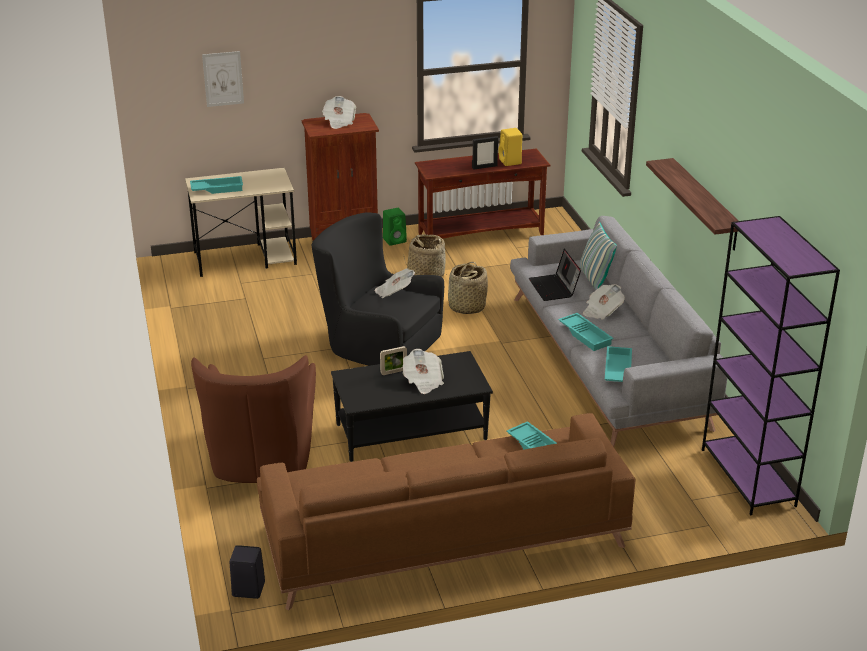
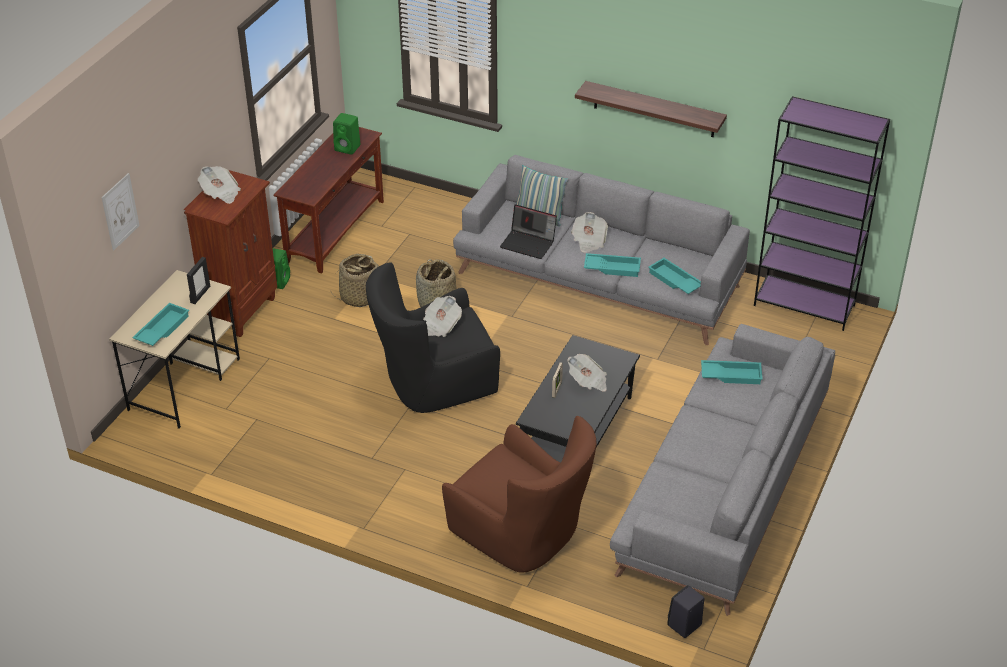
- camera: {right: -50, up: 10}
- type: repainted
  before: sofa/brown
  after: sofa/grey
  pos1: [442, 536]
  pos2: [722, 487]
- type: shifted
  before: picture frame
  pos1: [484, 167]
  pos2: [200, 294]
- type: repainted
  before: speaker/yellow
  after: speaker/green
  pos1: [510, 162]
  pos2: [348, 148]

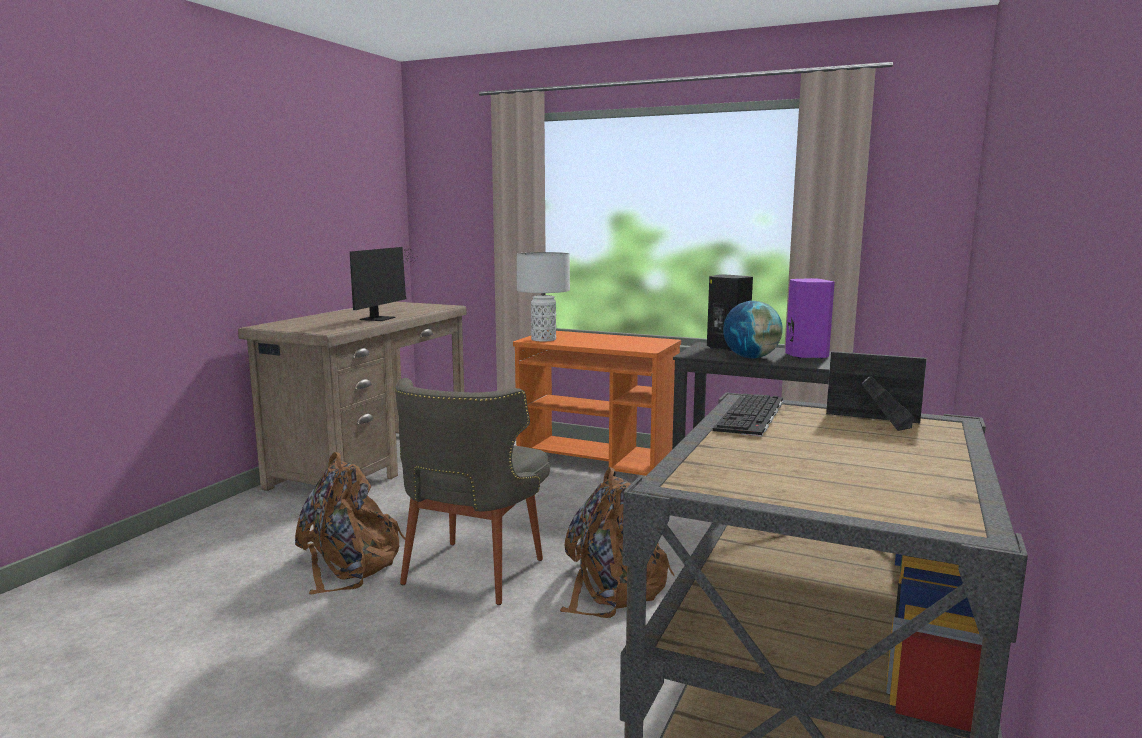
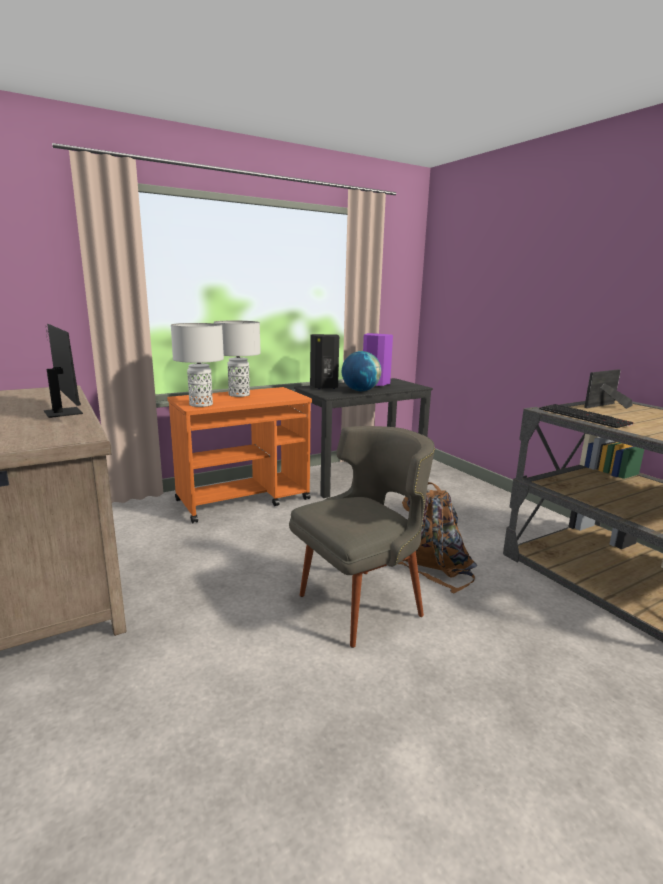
- camera: {right: -55, up: 5}
- type: gone
  before: backpack/brown
  pos1: [349, 563]
- type: rotated
  before: chair/grey
  pos1: [474, 572]
  pos2: [359, 606]
  turn: -90
- type: new
  after: table lamp/white
  pos2: [239, 394]

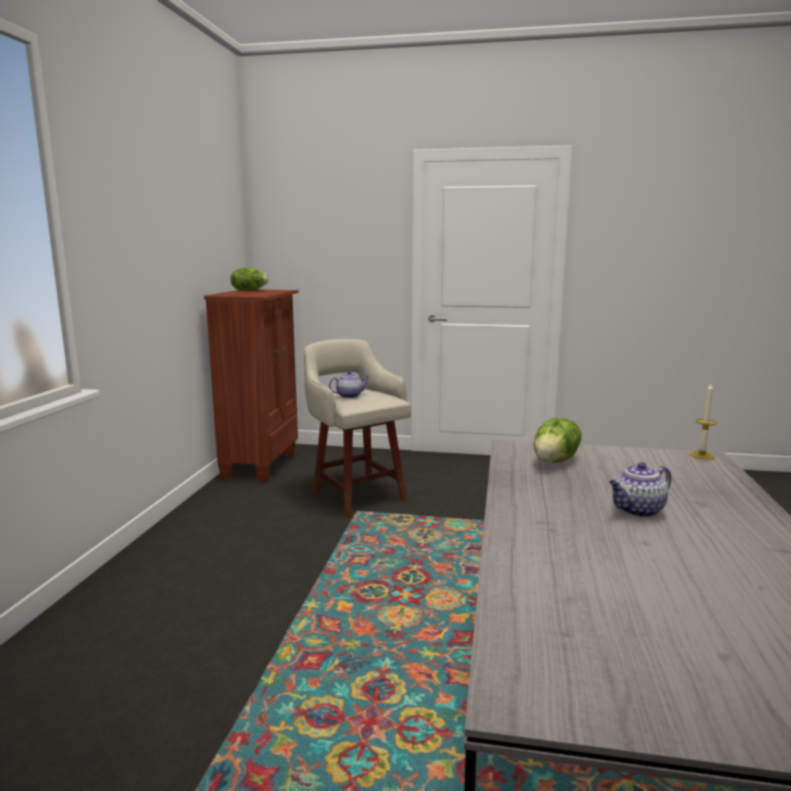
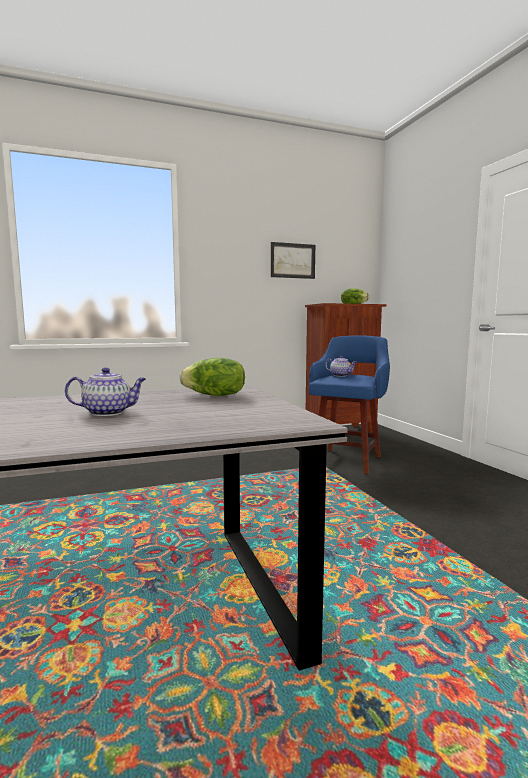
- camera: {right: 60, up: -5}
- type: repainted
  before: stool/beige
  after: stool/blue
  pos1: [357, 495]
  pos2: [348, 460]
- type: rotated
  before: teapot
  pos1: [637, 510]
  pos2: [109, 412]
  turn: 135
- type: gone
  before: candle
  pos1: [702, 455]
- type: new
  after: picture
  pos2: [293, 260]

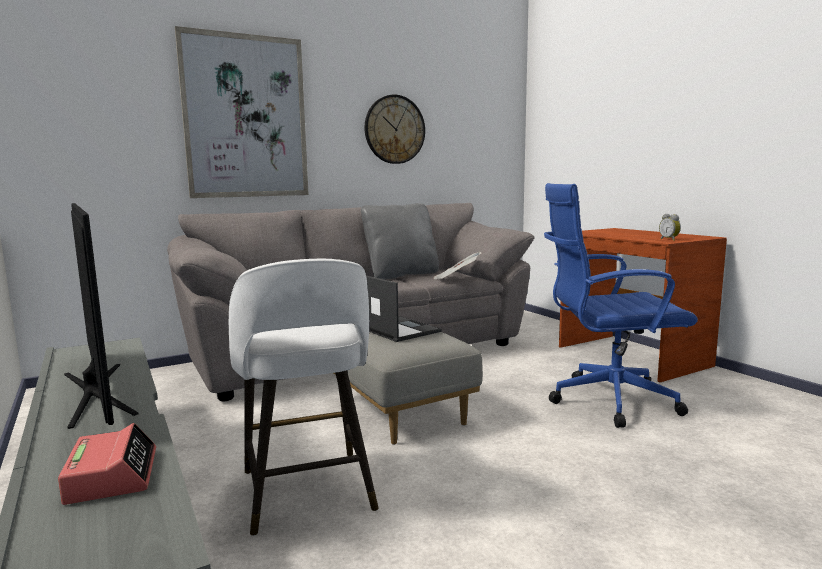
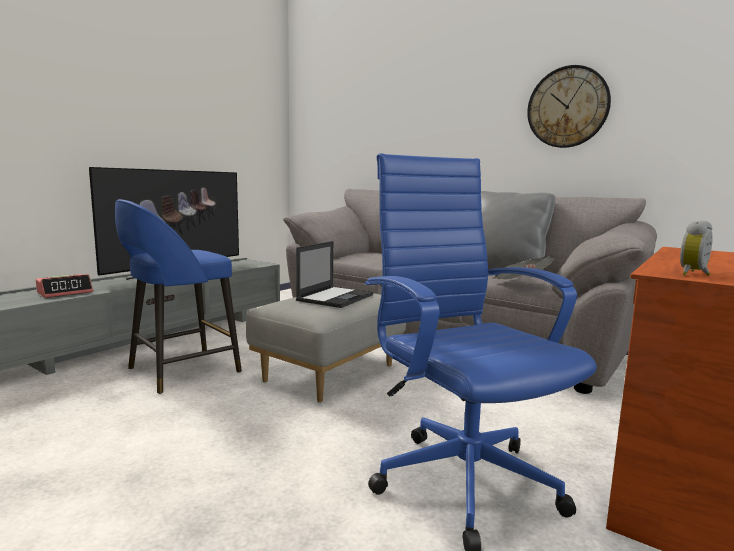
- camera: {right: 65, up: 0}
- type: gone
  before: picture
  pos1: [245, 117]
- type: repainted
  before: stool/white
  after: stool/blue
  pos1: [308, 493]
  pos2: [180, 371]

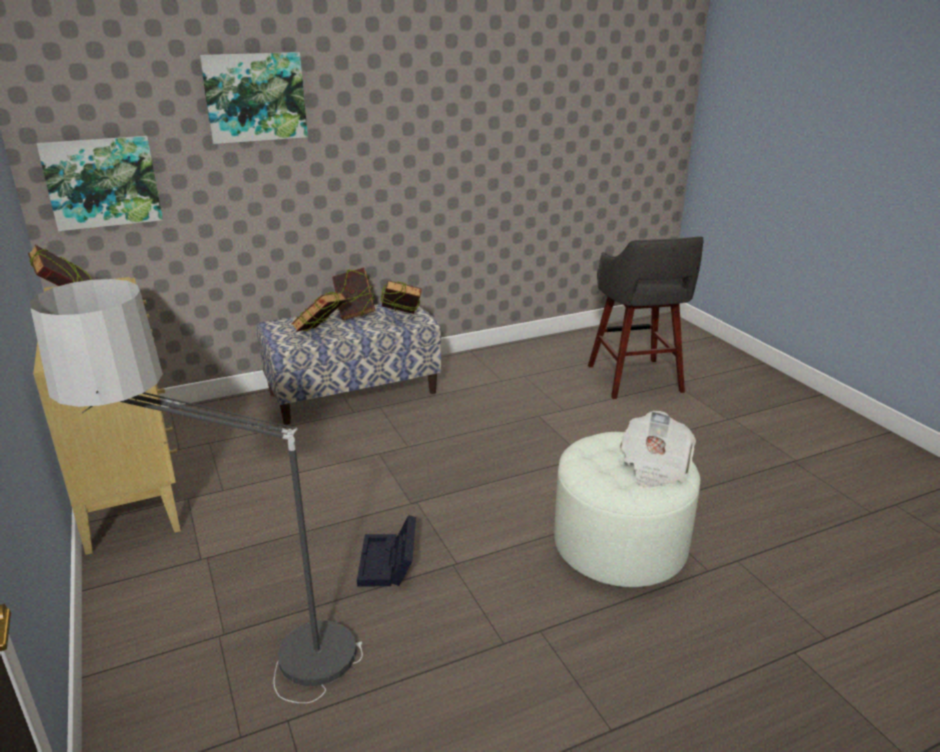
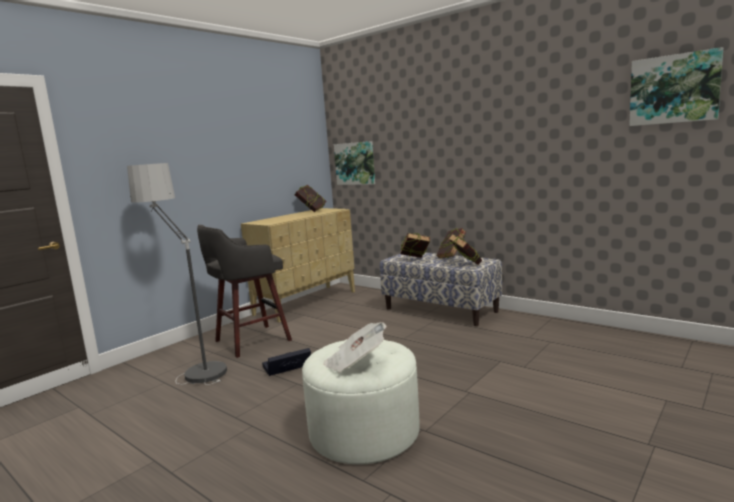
- camera: {right: 65, up: -15}
- type: shifted
  before: picture
  pos1: [255, 97]
  pos2: [674, 89]
- type: shifted
  before: stool/grey
  pos1: [635, 380]
  pos2: [250, 341]

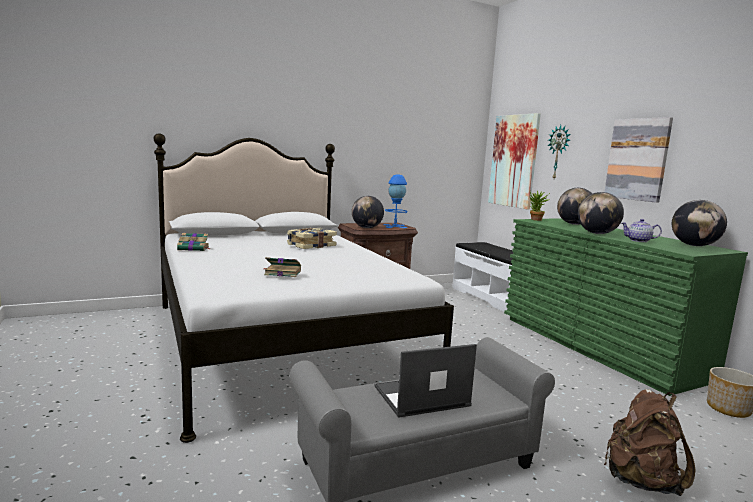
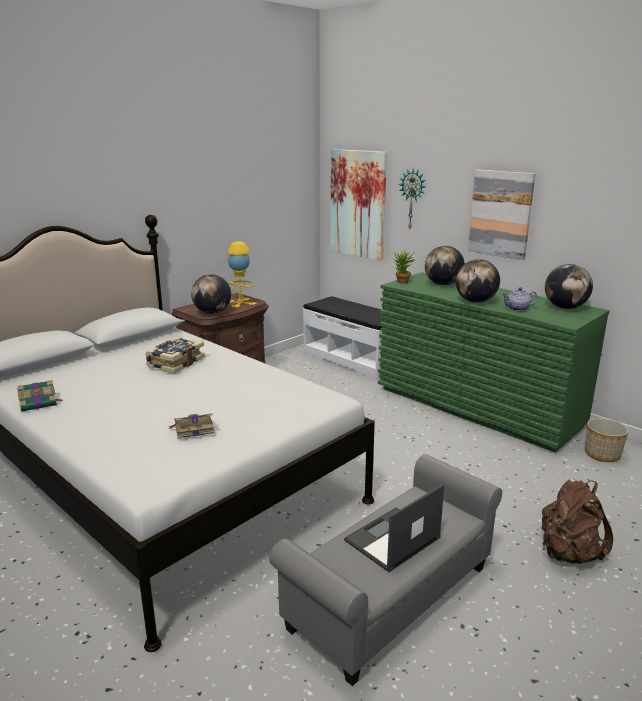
- camera: {right: -20, up: 10}
- type: repainted
  before: table lamp/blue
  after: table lamp/yellow
  pos1: [395, 226]
  pos2: [241, 302]

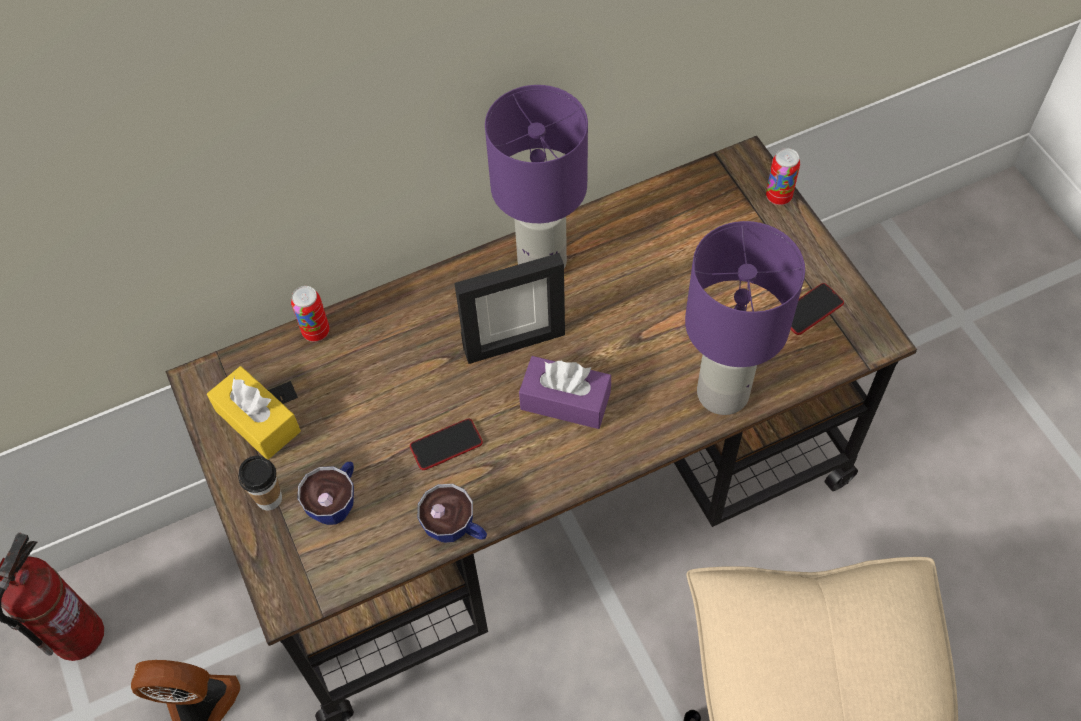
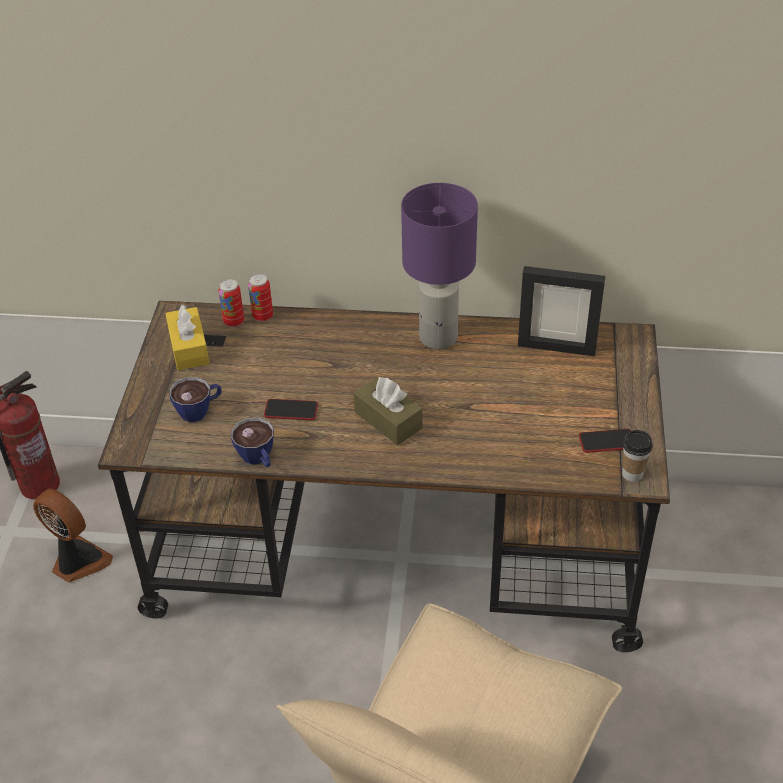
- camera: {right: 30, up: -15}
- type: shifted
  before: cup
  pos1: [269, 498]
  pos2: [632, 474]
- type: shifted
  before: picture frame
  pos1: [514, 342]
  pos2: [556, 346]
- type: repainted
  before: tissue box/purple
  after: tissue box/brown
  pos1: [565, 401]
  pos2: [388, 420]
- type: gone
  before: table lamp/purple
  pos1: [721, 392]
- type: shifted
  before: can
  pos1: [778, 196]
  pos2: [234, 322]

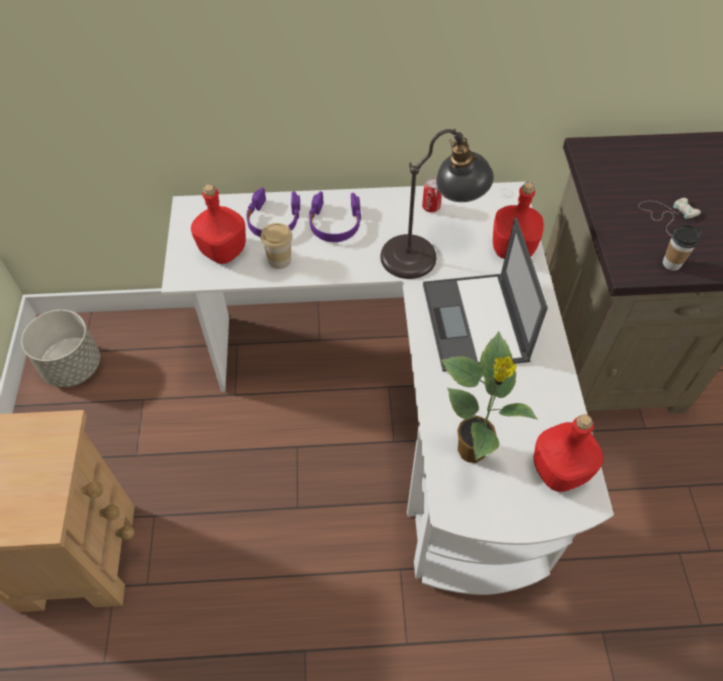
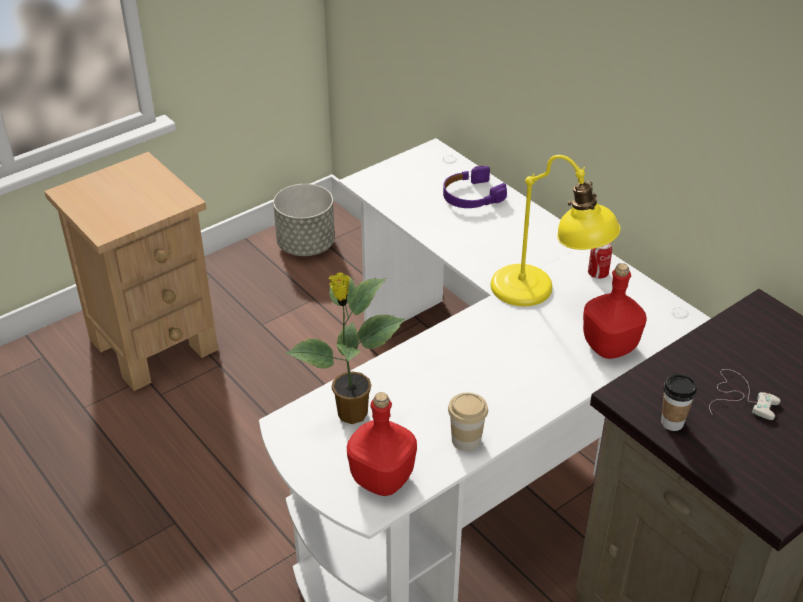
- camera: {right: 55, up: -15}
- type: gone
  before: bottle/red
  pos1: [223, 251]
- type: shifted
  before: cup
  pos1: [279, 260]
  pos2: [466, 440]
- type: gone
  before: headphones/purple
  pos1: [335, 223]
- type: repainted
  before: table lamp/grey
  after: table lamp/yellow
  pos1: [429, 247]
  pos2: [547, 294]
- type: gone
  before: laptop
  pos1: [475, 323]

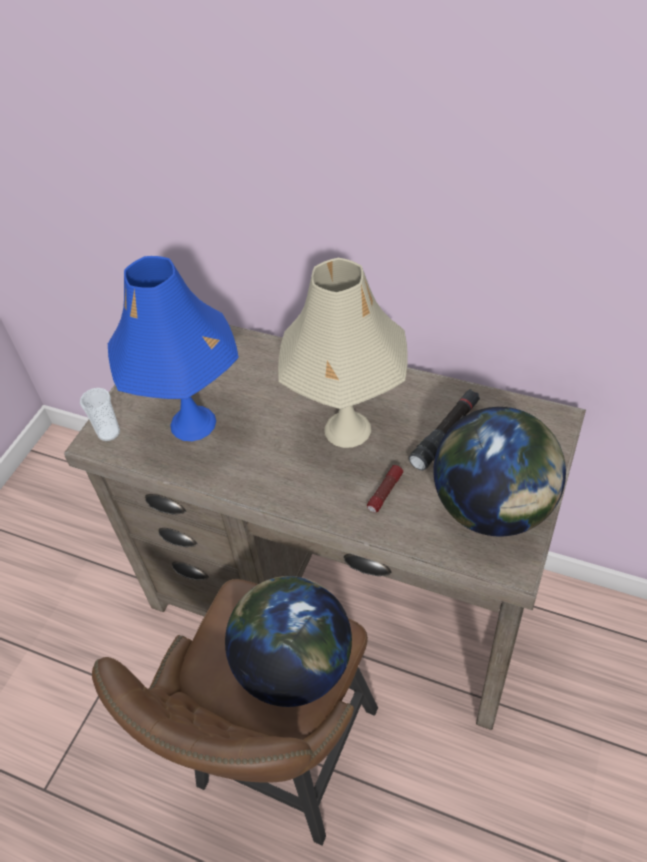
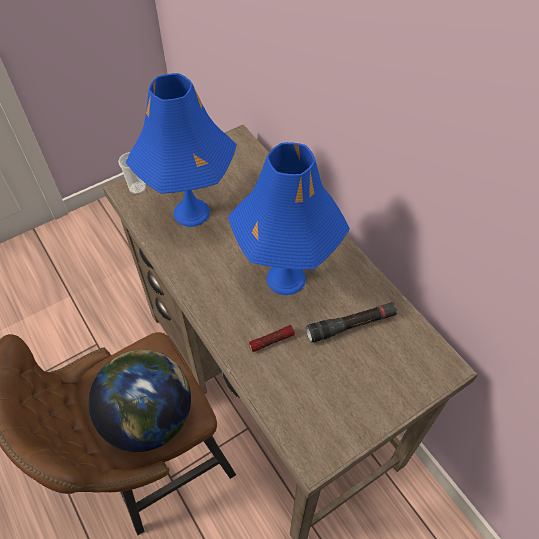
- camera: {right: 30, up: 5}
- type: repainted
  before: table lamp/beige
  after: table lamp/blue
  pos1: [347, 429]
  pos2: [285, 278]
- type: gone
  before: globe
  pos1: [493, 508]

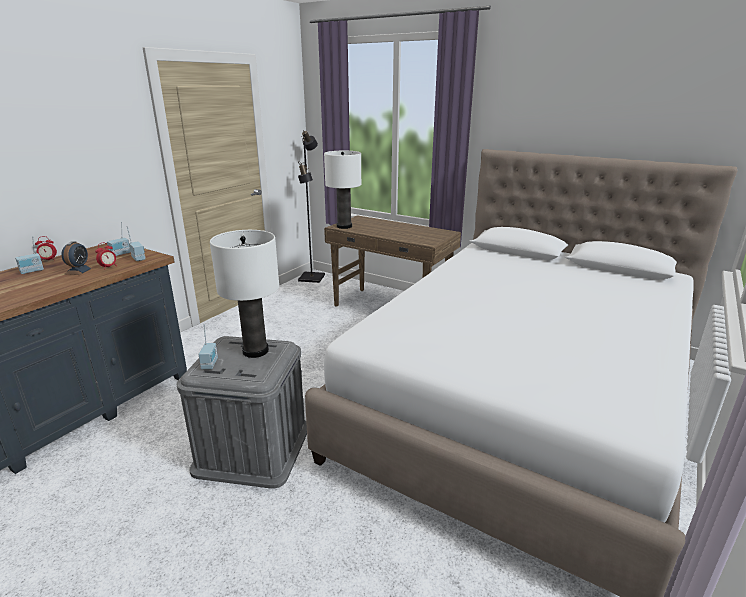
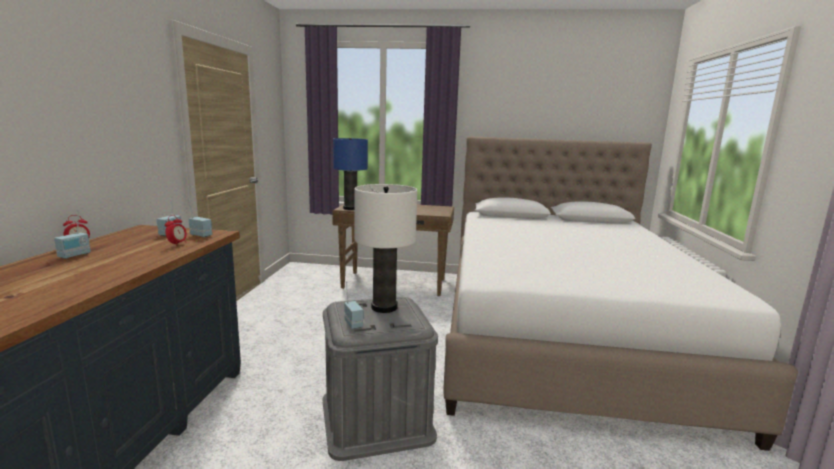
- camera: {right: -25, up: -10}
- type: gone
  before: alarm clock
  pos1: [79, 270]
- type: gone
  before: floor lamp/black
  pos1: [311, 278]
- type: repainted
  before: table lamp/white
  after: table lamp/blue
  pos1: [344, 226]
  pos2: [350, 208]

